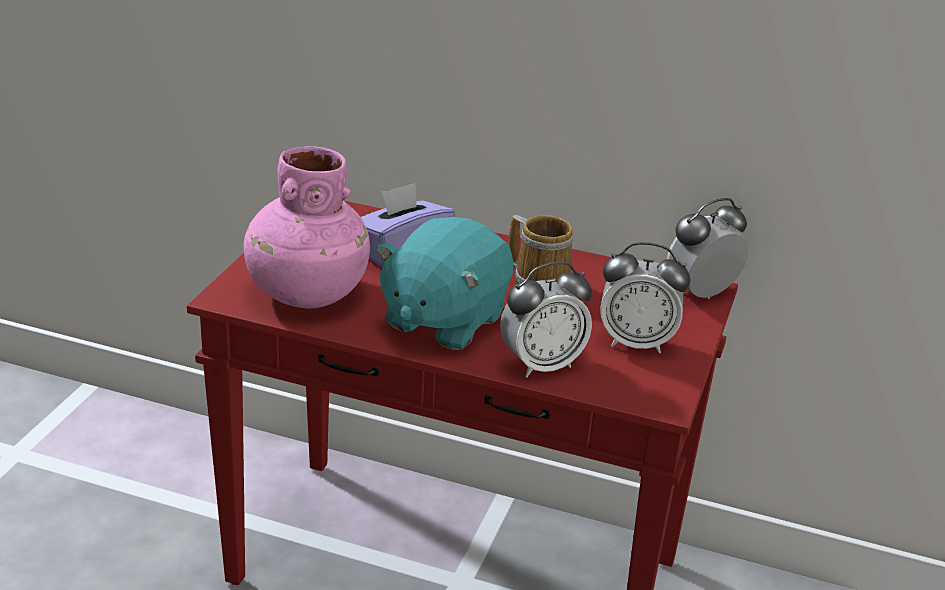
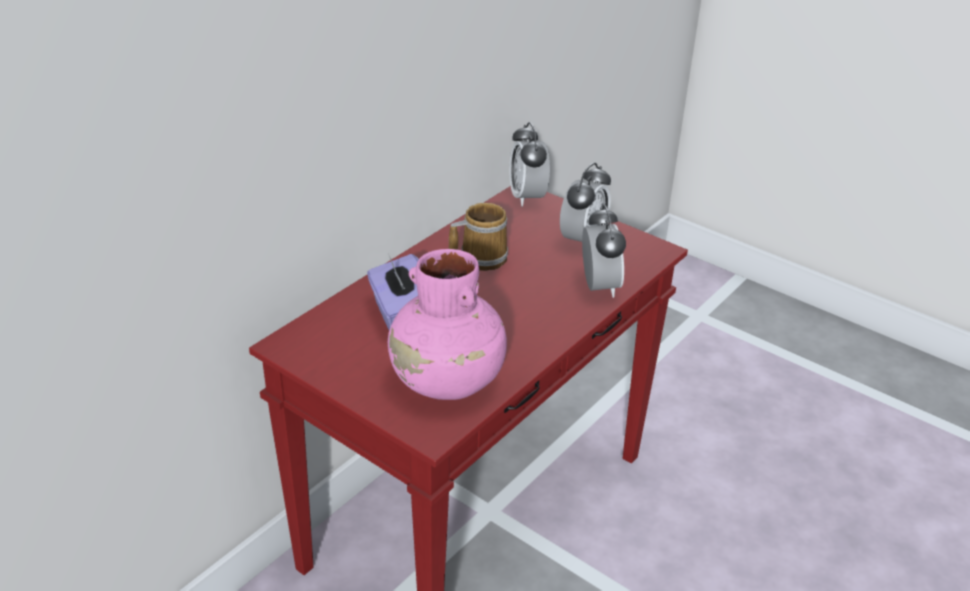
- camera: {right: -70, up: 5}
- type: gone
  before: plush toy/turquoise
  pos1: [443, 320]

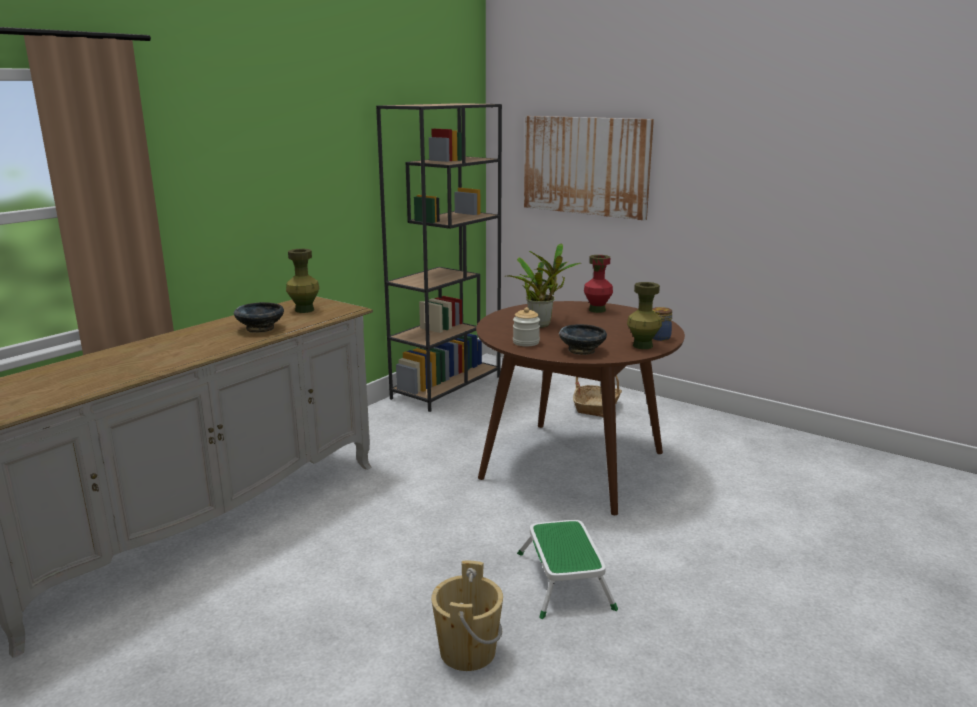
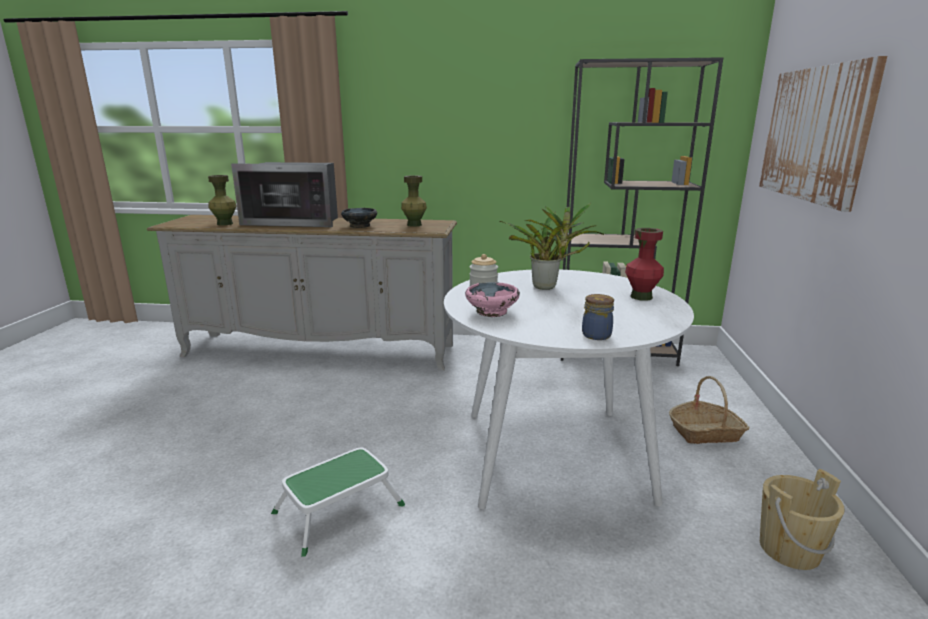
- camera: {right: 60, up: 0}
- type: shifted
  before: bucket/beige
  pos1: [467, 651]
  pos2: [789, 549]
- type: repainted
  before: dining table/brown
  after: dining table/white
  pos1: [573, 465]
  pos2: [554, 455]
- type: repainted
  before: bowl/black
  after: bowl/pink
  pos1: [582, 350]
  pos2: [491, 312]
- type: shifted
  before: vase/green
  pos1: [642, 346]
  pos2: [225, 224]
- type: new
  after: microwave
  pos2: [295, 221]

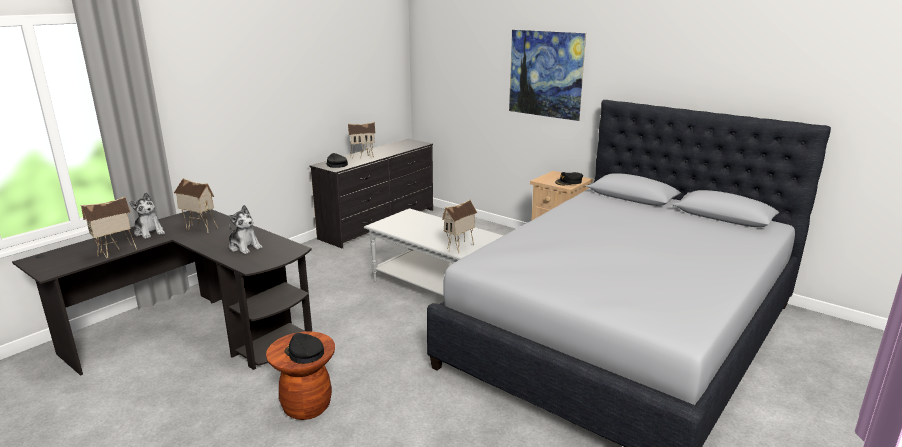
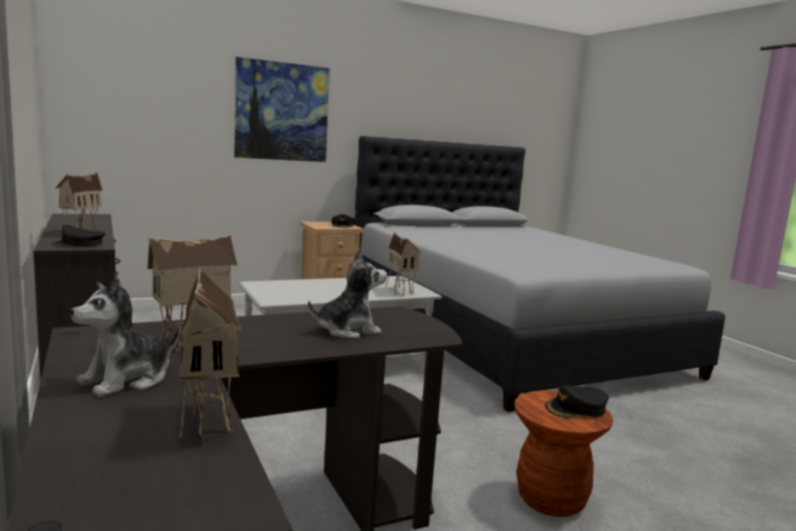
- camera: {right: -65, up: -10}
- type: rotated
  before: plush toy
  pos1: [149, 232]
  pos2: [127, 380]
  turn: 150

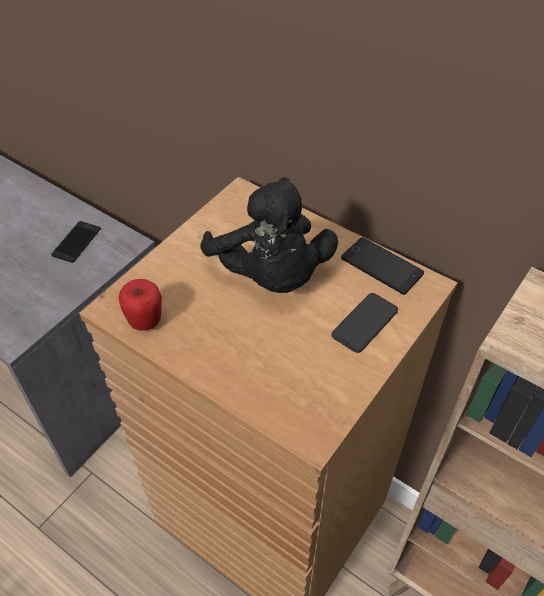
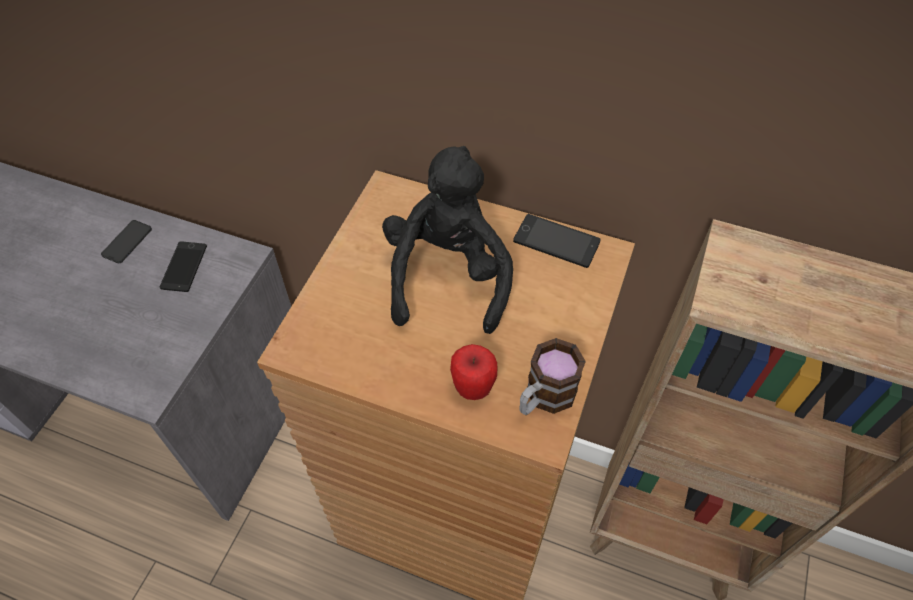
- camera: {right: -15, up: 5}
- type: shifted
  before: apple
  pos1: [145, 321]
  pos2: [473, 387]
- type: rotated
  before: plush toy/black
  pos1: [270, 276]
  pos2: [447, 276]
  turn: -135
- type: shifted
  before: phone
  pos1: [365, 323]
  pos2: [127, 242]
- type: new
  after: mug
  pos2: [544, 397]

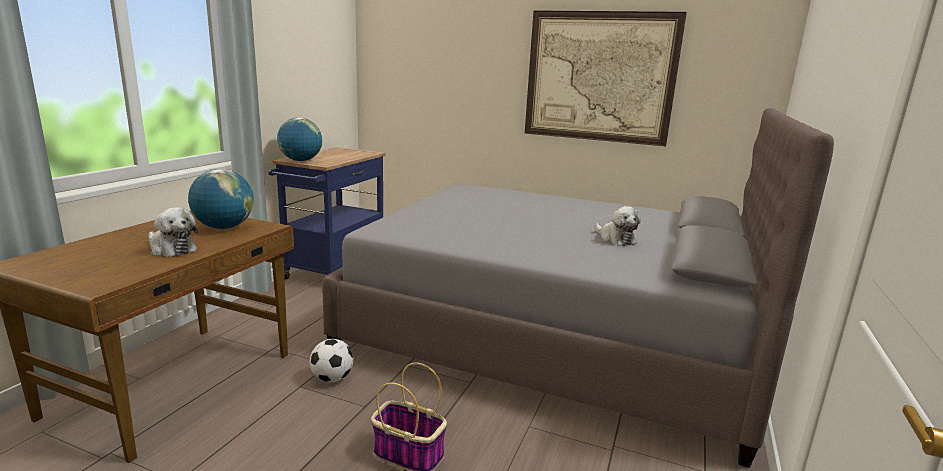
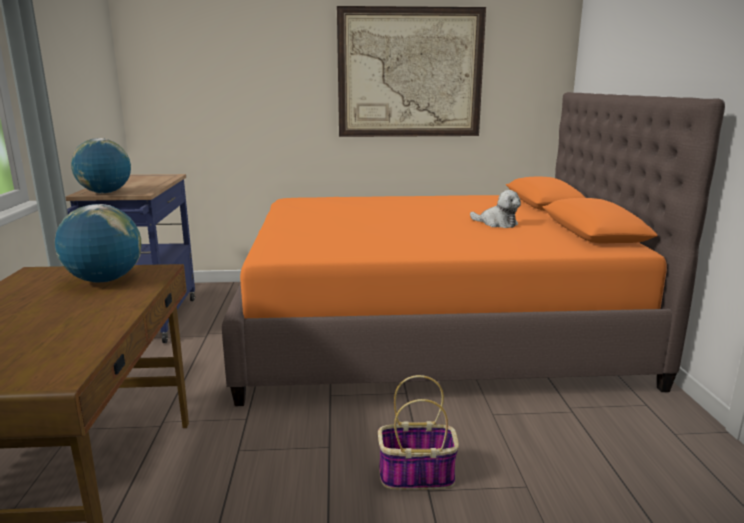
- camera: {right: -25, up: 0}
- type: gone
  before: plush toy
  pos1: [171, 249]
- type: gone
  before: football
  pos1: [332, 378]
- type: repainted
  before: bed/grey
  after: bed/orange
  pos1: [551, 333]
  pos2: [431, 330]

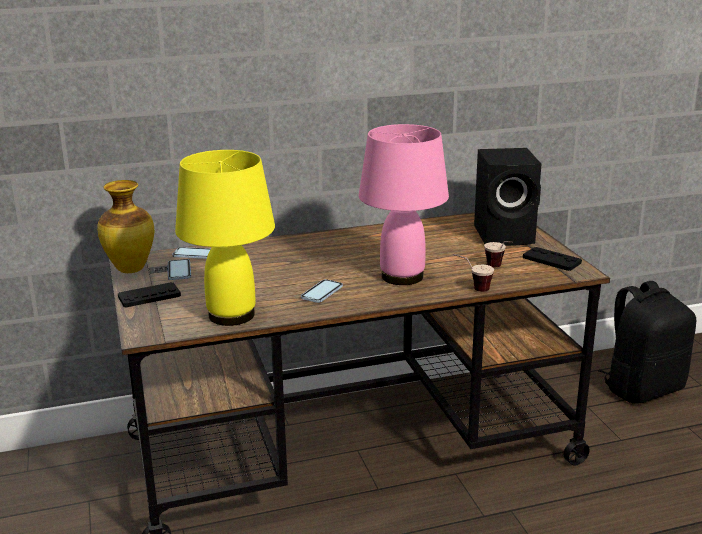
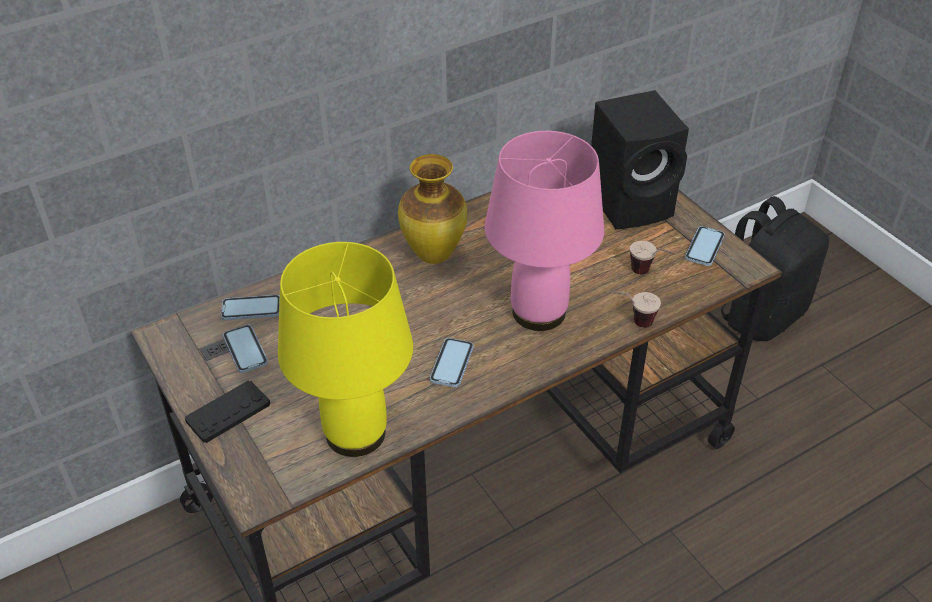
- camera: {right: -15, up: 20}
- type: shifted
  before: vase
  pos1: [131, 269]
  pos2: [435, 255]
- type: swapped
  before: game controller/black
  after: phone
  pos1: [551, 260]
  pos2: [704, 247]

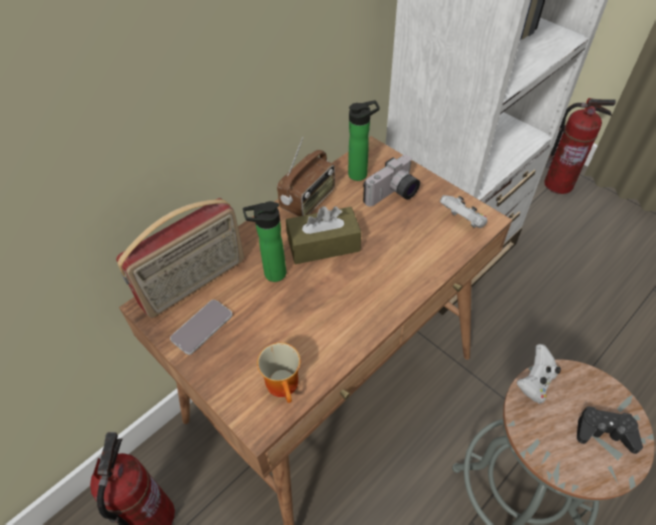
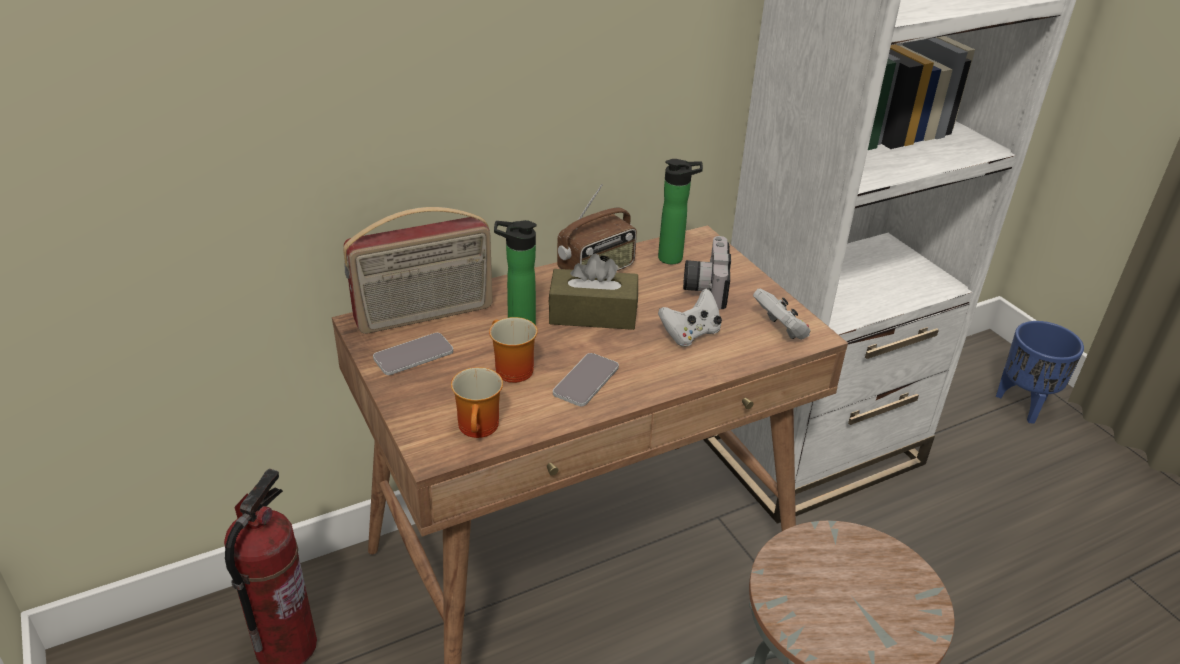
- camera: {right: 15, up: -15}
- type: rotated
  before: photo camera
  pos1: [393, 195]
  pos2: [704, 287]
  turn: 120
- type: shifted
  before: game controller/white
  pos1: [534, 382]
  pos2: [690, 334]
- type: swapped
  before: fire extinguisher
  after: planter/blue
  pos1: [558, 184]
  pos2: [1024, 405]
- type: gone
  before: game controller/black
  pos1: [604, 432]
- type: new
  after: mug
  pos2: [509, 369]
- type: new
  after: phone
  pos2: [586, 381]

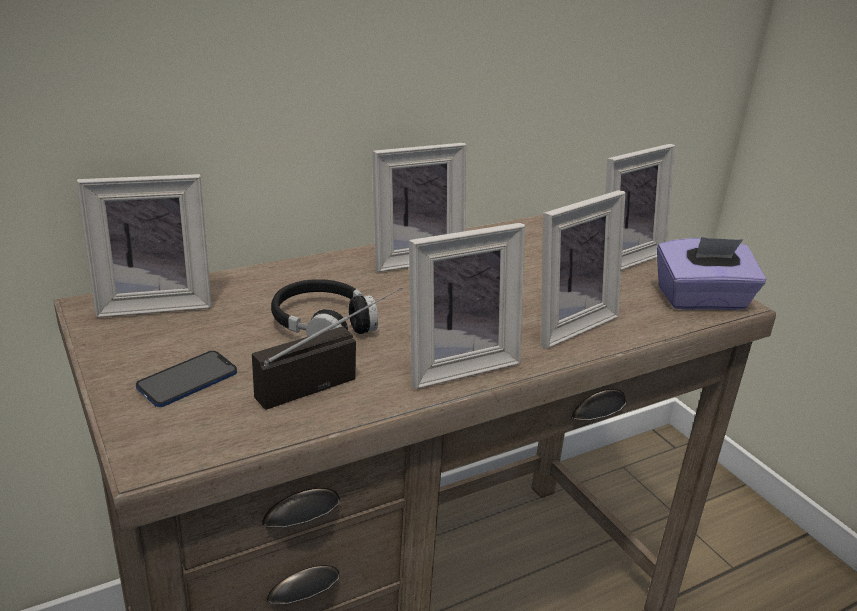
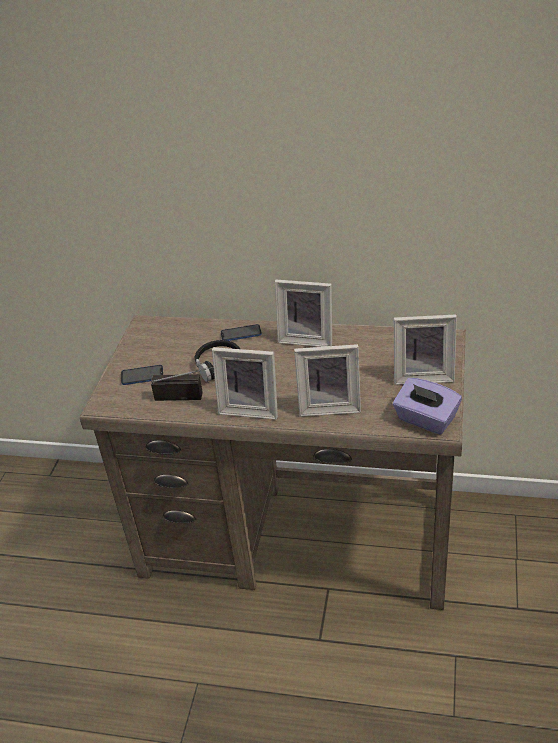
- camera: {right: 45, up: 10}
- type: gone
  before: picture frame
  pos1: [155, 302]
- type: new
  after: phone
  pos2: [241, 334]

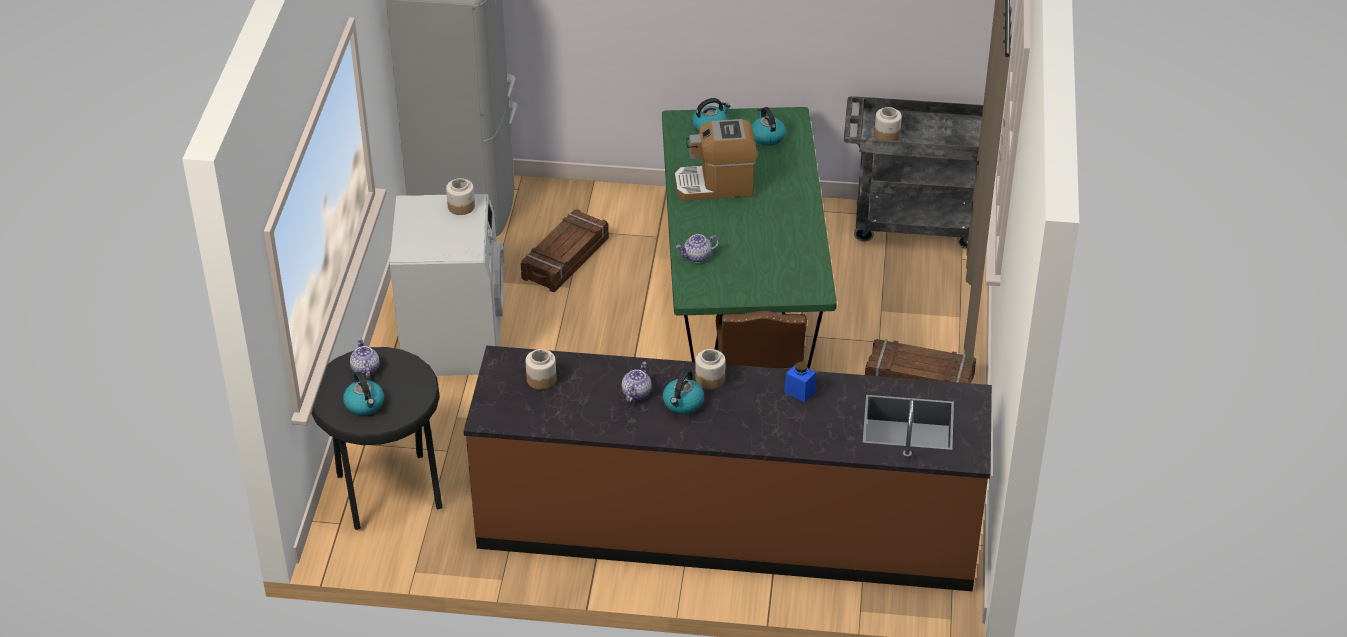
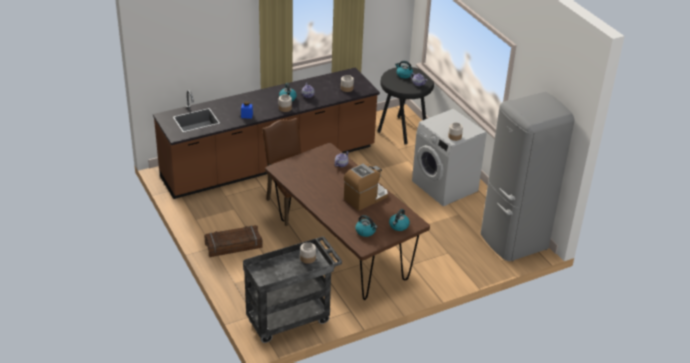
- camera: {right: 145, up: -5}
- type: gone
  before: crate
  pos1: [566, 259]
- type: repainted
  before: dining table/green
  after: dining table/brown
  pos1: [743, 301]
  pos2: [341, 249]

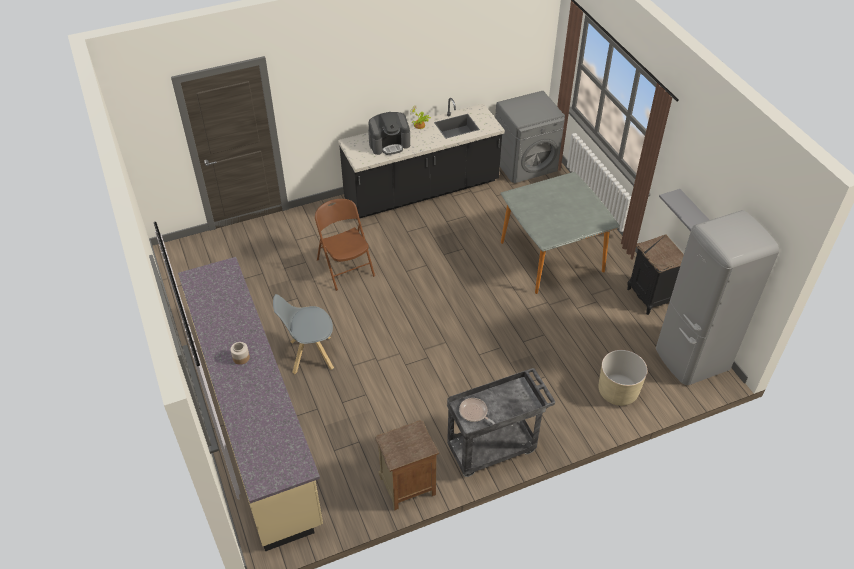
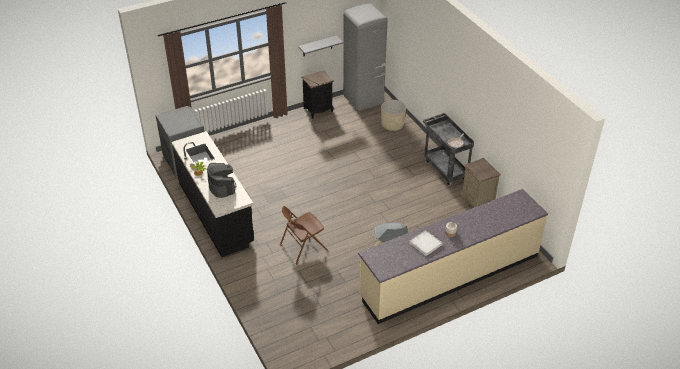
- camera: {right: -95, up: -5}
- type: gone
  before: dining table/grey
  pos1: [551, 257]
- type: new
  after: tray/white
  pos2: [425, 244]

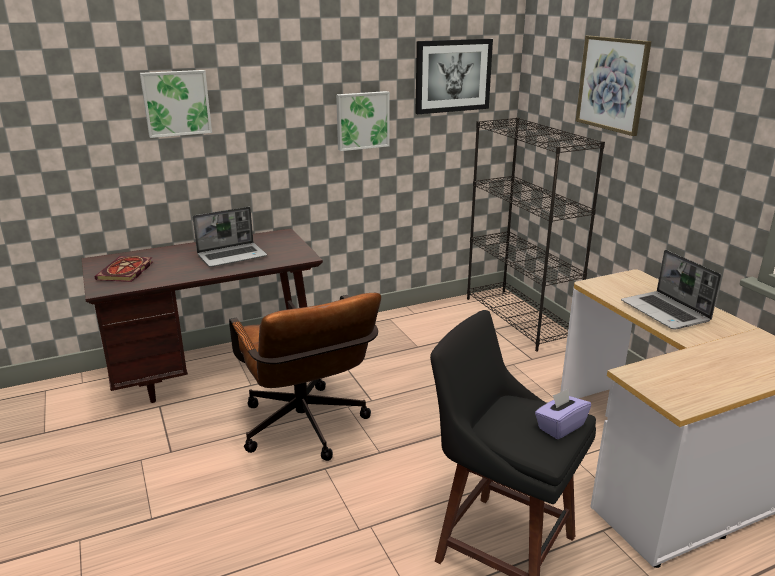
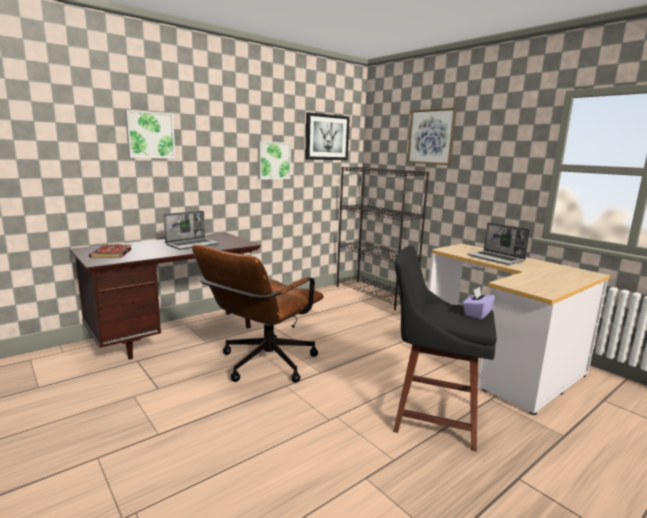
- camera: {right: -15, up: -10}
- type: rotated
  before: office chair/brown
  pos1: [307, 431]
  pos2: [262, 365]
  turn: 75

